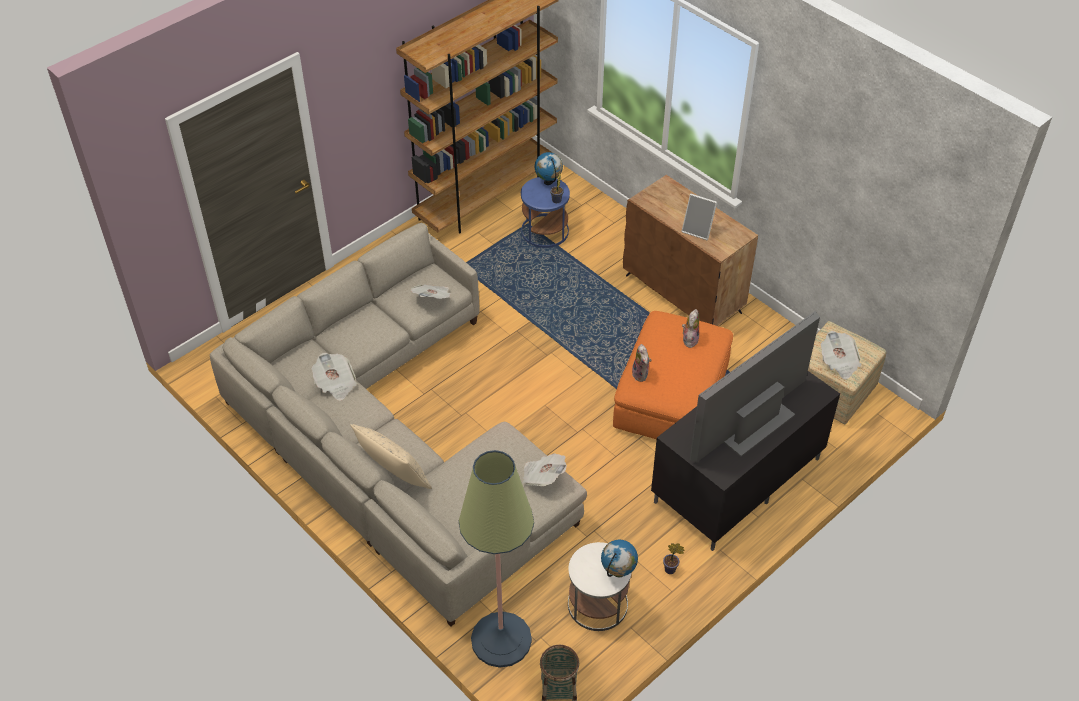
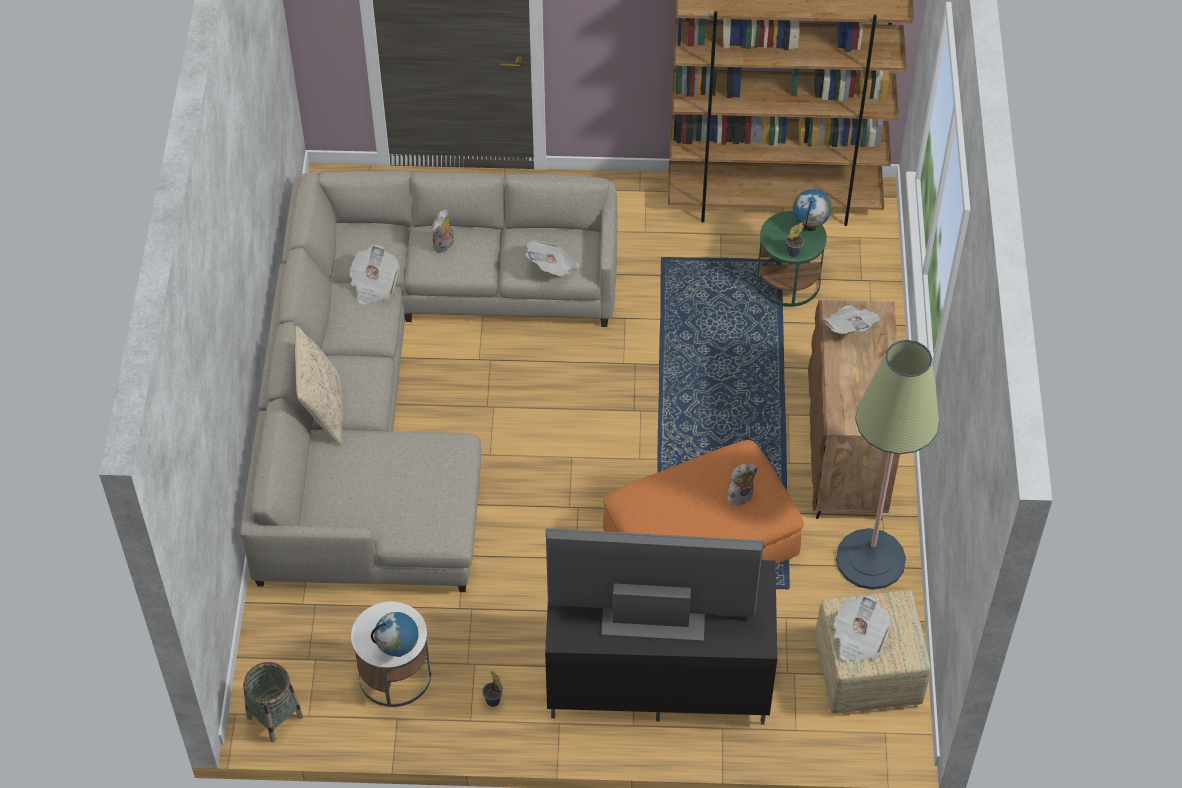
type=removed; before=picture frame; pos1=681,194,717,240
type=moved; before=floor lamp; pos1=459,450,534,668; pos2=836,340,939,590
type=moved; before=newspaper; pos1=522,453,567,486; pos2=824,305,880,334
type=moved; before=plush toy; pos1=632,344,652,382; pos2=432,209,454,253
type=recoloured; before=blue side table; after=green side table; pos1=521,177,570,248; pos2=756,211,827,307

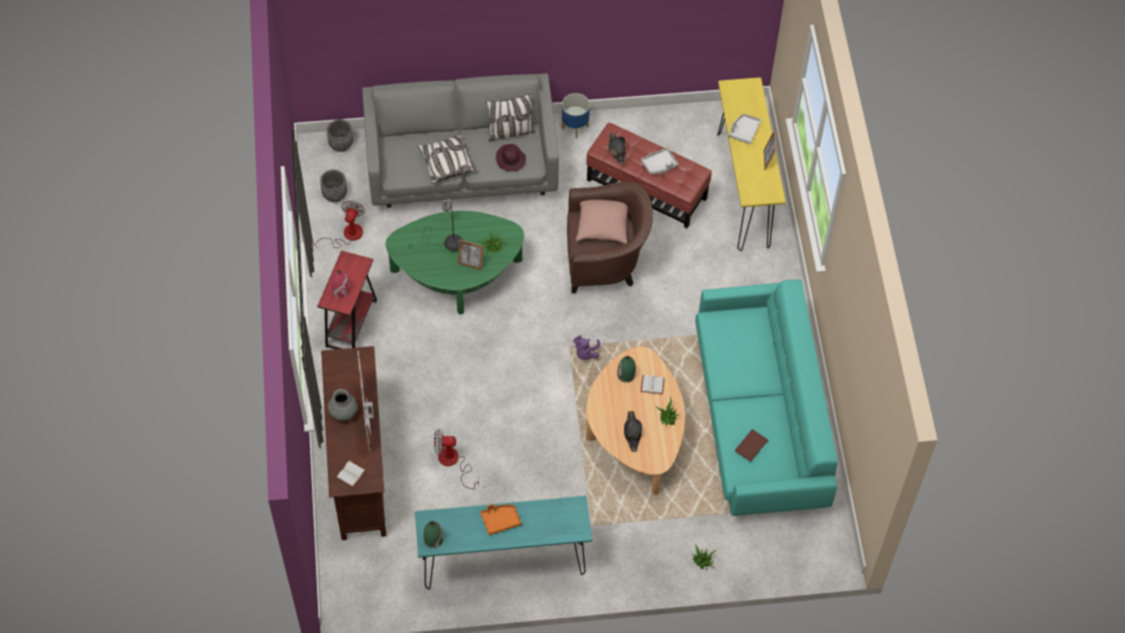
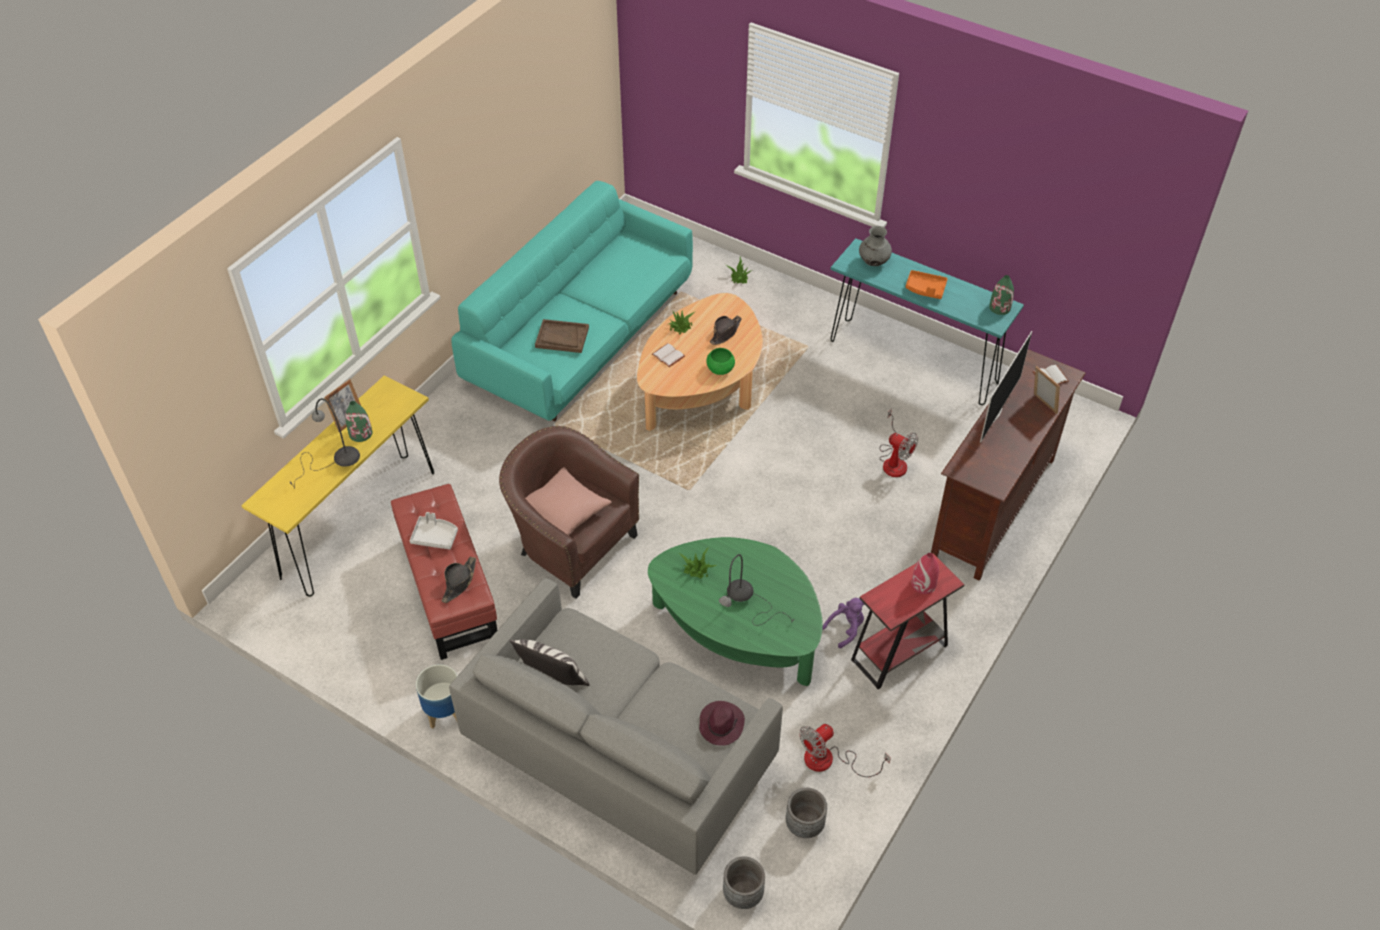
type=removed; before=pillow; pos1=418,134,477,184
type=removed; before=brown book; pos1=735,429,768,462
type=added; after=brown tray; pos2=535,319,589,353
type=added; after=green bowl; pos2=706,348,735,375
type=moved; before=grey vase; pos1=328,389,358,421; pos2=859,226,892,266
type=moved; before=picture frame; pos1=458,239,483,270; pos2=1034,366,1060,414
type=moved; before=purple hat; pos1=496,144,526,172; pos2=699,701,745,746
type=moved; before=purple plush toy; pos1=573,335,600,360; pos2=822,598,865,648
type=moved; before=green vase; pos1=617,356,636,383; pos2=345,401,372,442
type=replaced; before=grey tray; after=grey table lamp; pos1=729,114,761,144; pos2=289,398,360,488

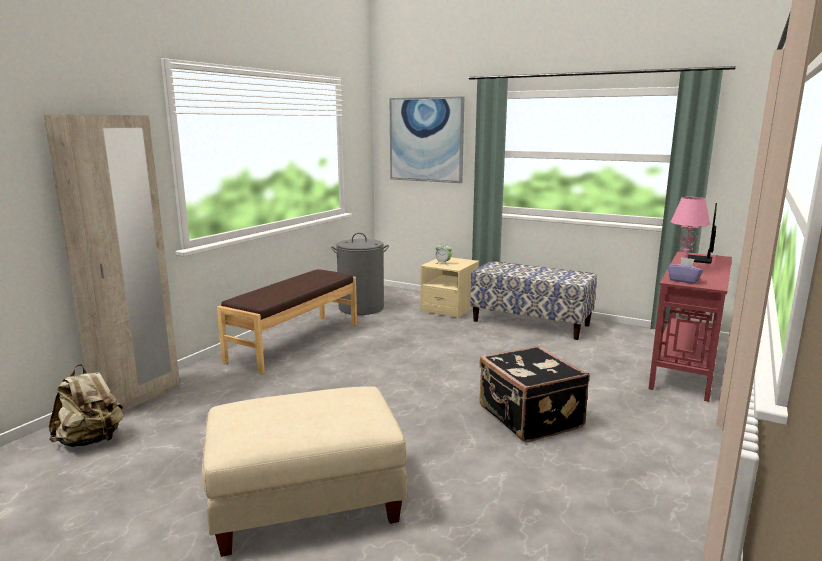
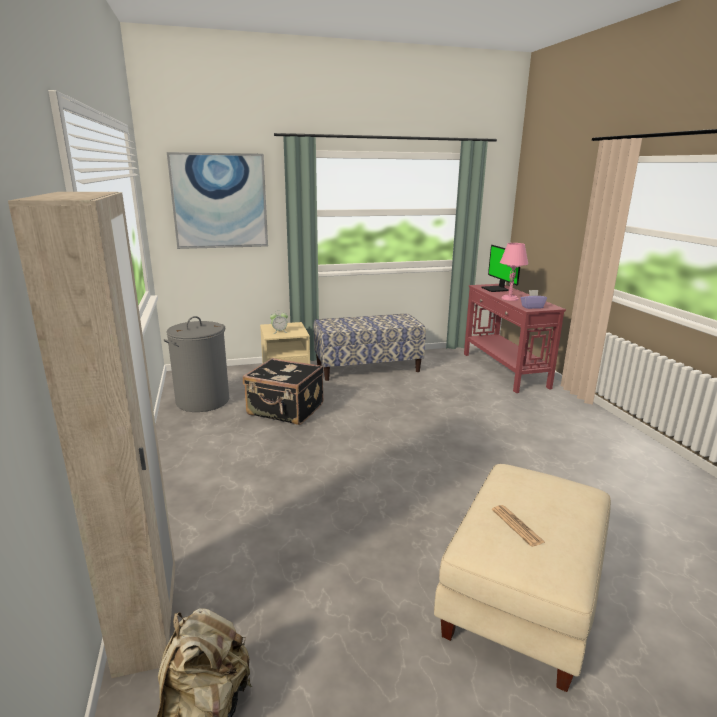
type=removed; before=brown bench; pos1=217,269,357,374
type=added; after=newspaper; pos2=492,505,545,547
type=moved; before=black suitcase; pos1=479,346,590,442; pos2=243,358,324,425

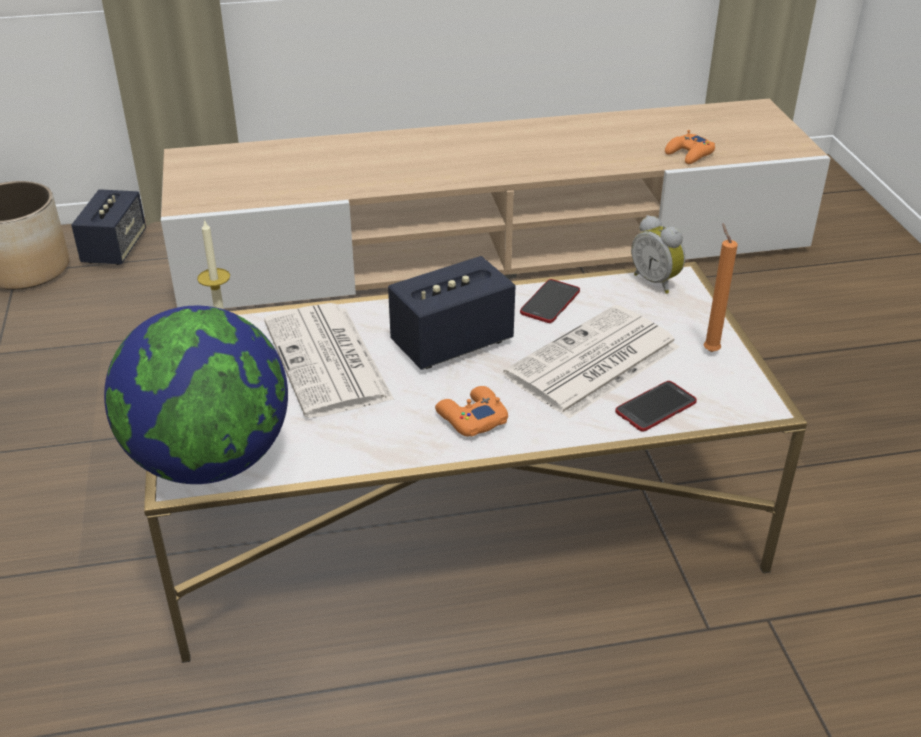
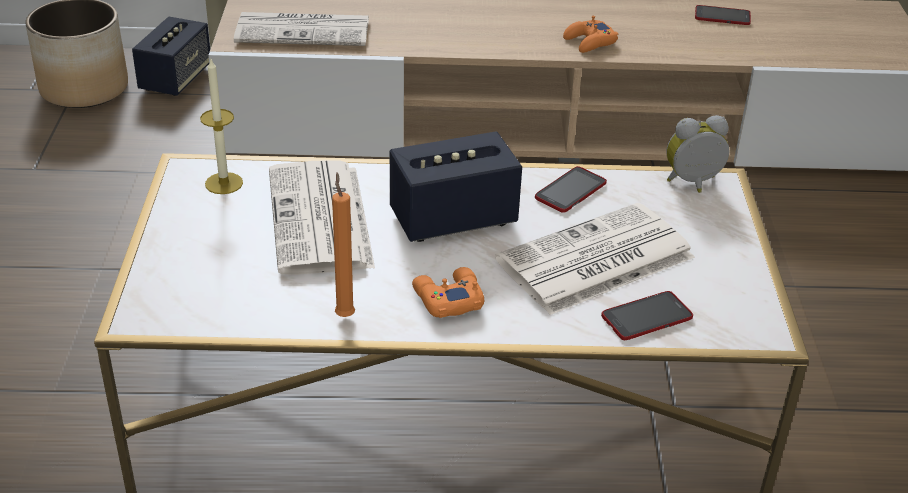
type=removed; before=globe; pos1=104,306,288,484
type=added; after=newspaper; pos2=234,12,369,46
type=added; after=phone; pos2=695,5,751,25
type=moved; before=orange game controller; pos1=665,130,715,164; pos2=563,16,618,53
type=moved; before=orange candle; pos1=704,223,738,352; pos2=332,172,355,317
type=turned; before=alarm clock; pos1=631,215,685,294; pos2=666,115,730,193; turn=105

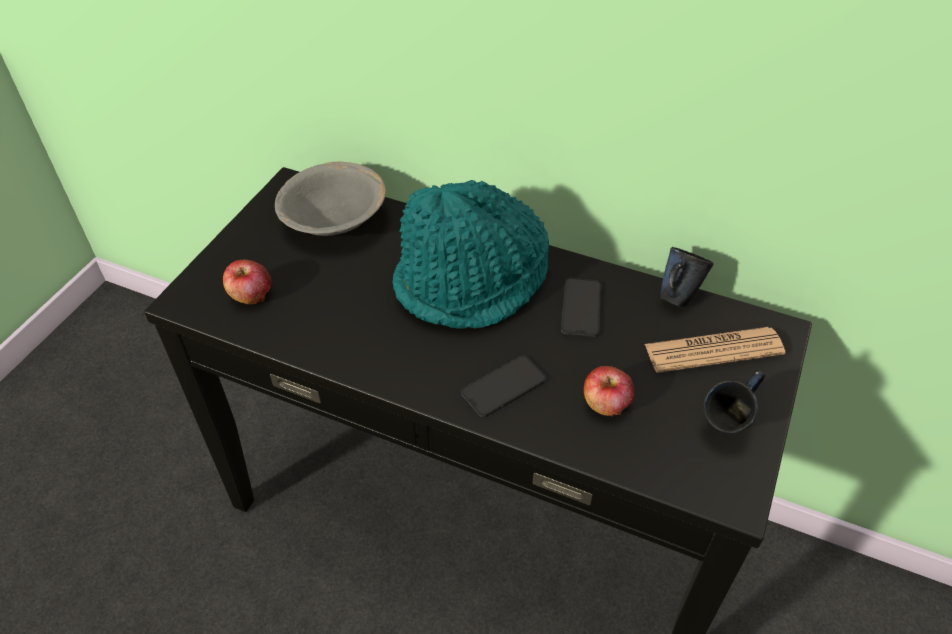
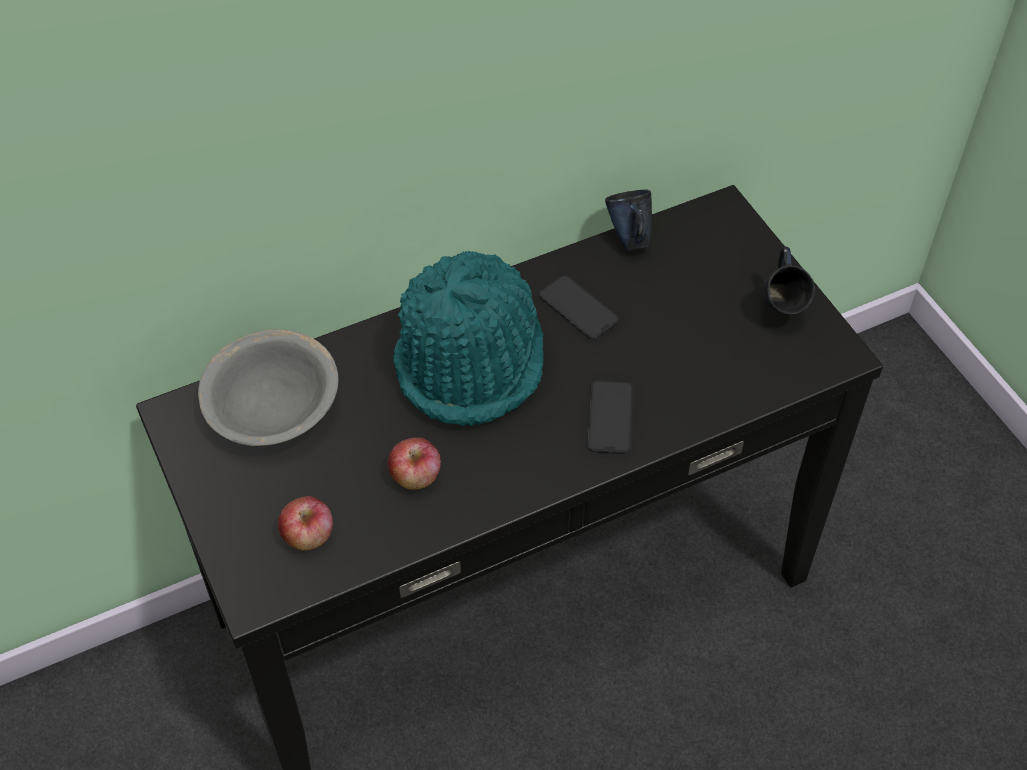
type=removed; before=newspaper; pos1=645,327,785,373
type=moved; before=apple; pos1=584,366,635,416; pos2=388,437,441,490

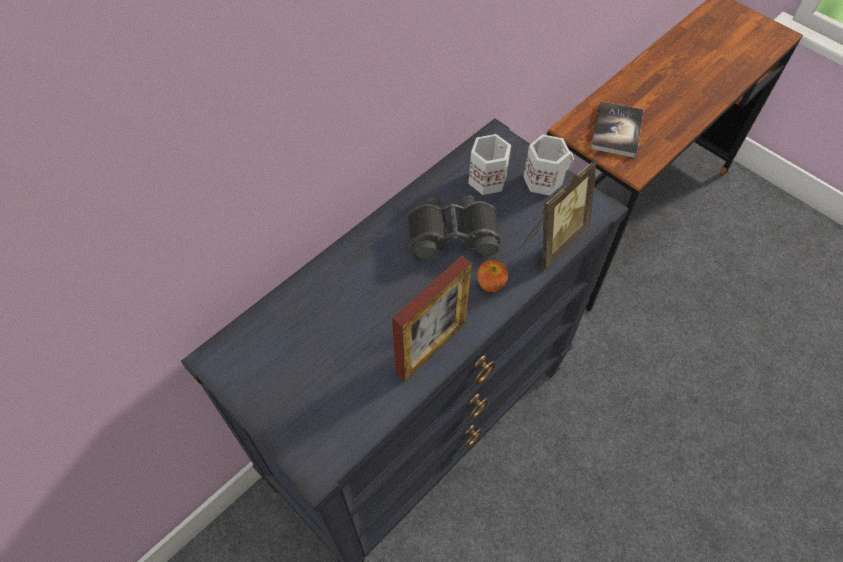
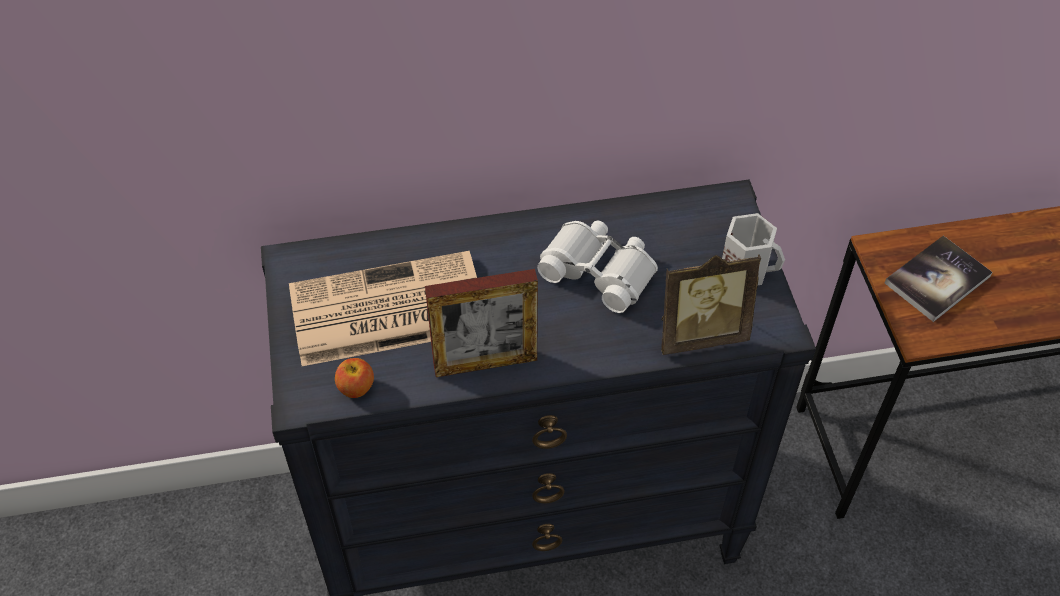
type=removed; before=white mug; pos1=468,134,511,195
type=added; after=newspaper; pos2=289,251,477,366
type=moved; before=apple; pos1=477,260,508,292; pos2=335,358,374,398
type=recoloured; before=black binoculars; after=white binoculars; pos1=407,195,501,261; pos2=537,220,658,313

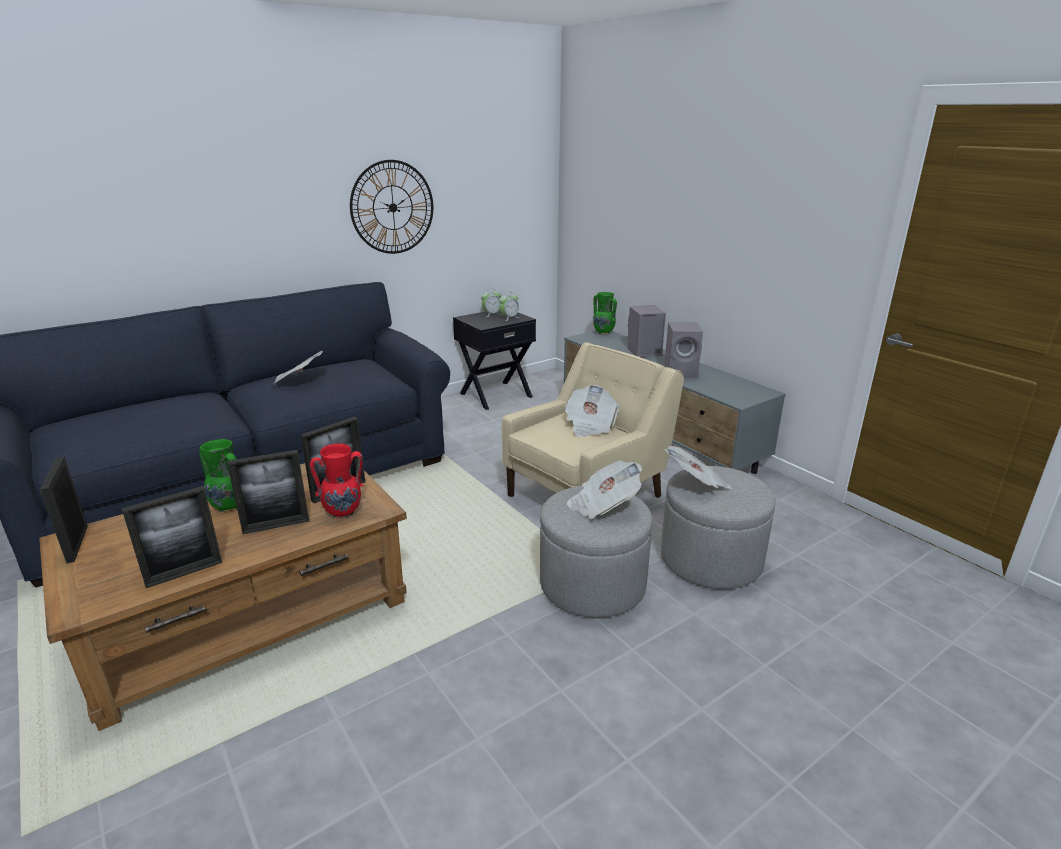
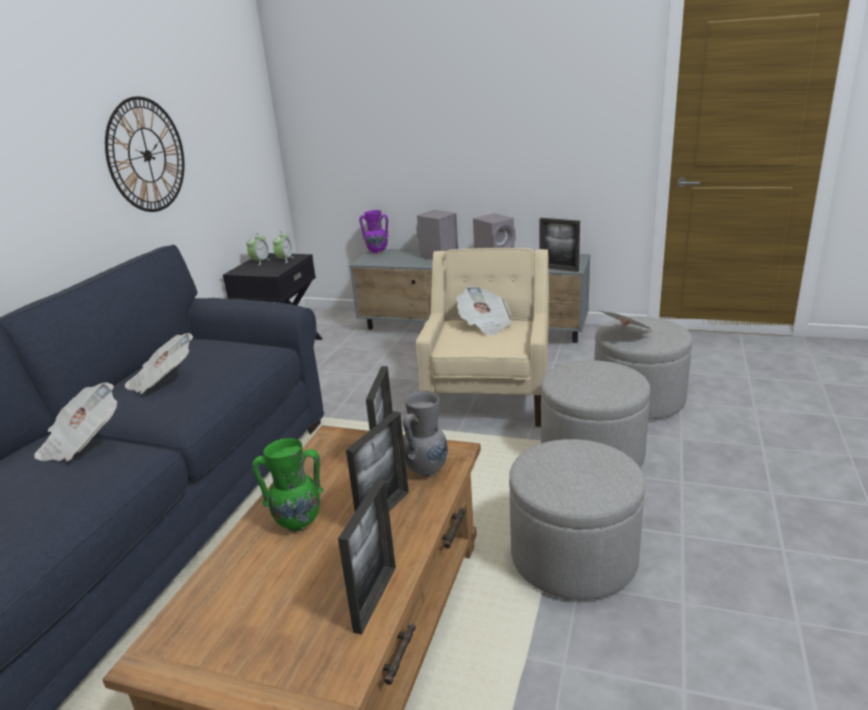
type=added; after=grey ottoman; pos2=509,439,645,600
type=moved; before=picture frame; pos1=40,457,88,564; pos2=540,218,580,272
type=moved; before=newspaper; pos1=567,460,643,519; pos2=34,382,117,461
type=recoloured; before=red vase; after=grey vase; pos1=310,443,364,518; pos2=403,391,448,477
type=recoloured; before=green vase; after=purple vase; pos1=593,292,617,334; pos2=359,210,389,254

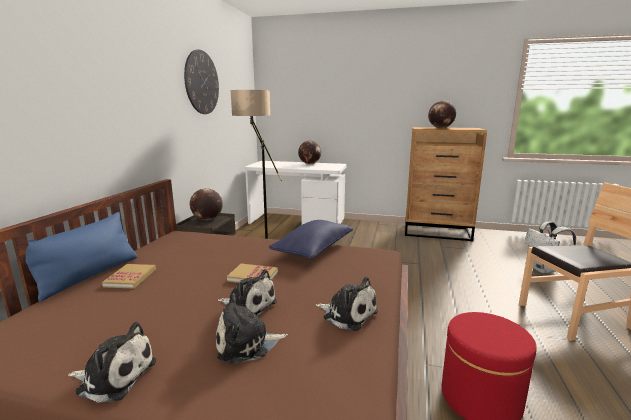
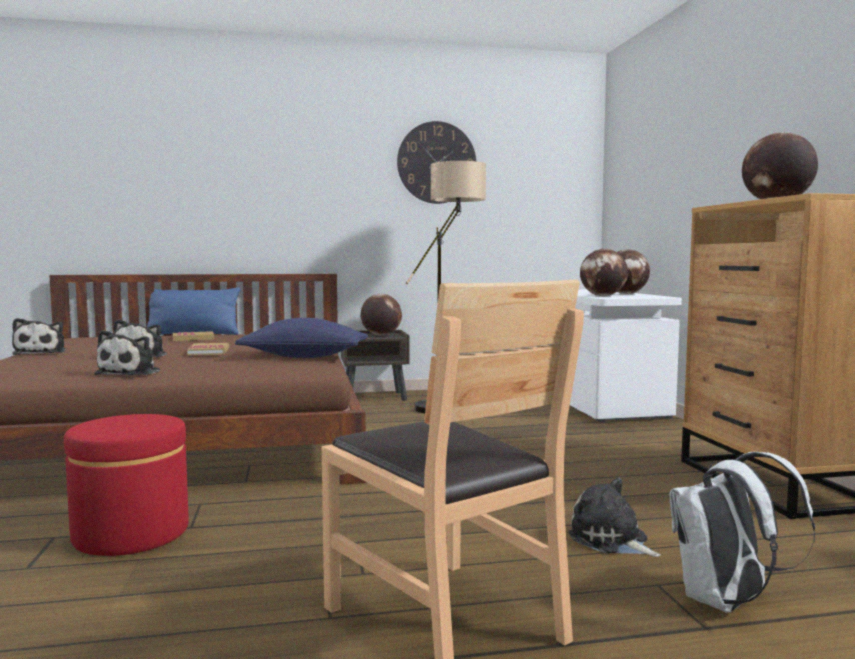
type=added; after=globe; pos2=580,249,628,296
type=moved; before=plush toy; pos1=216,293,288,364; pos2=568,478,661,557

